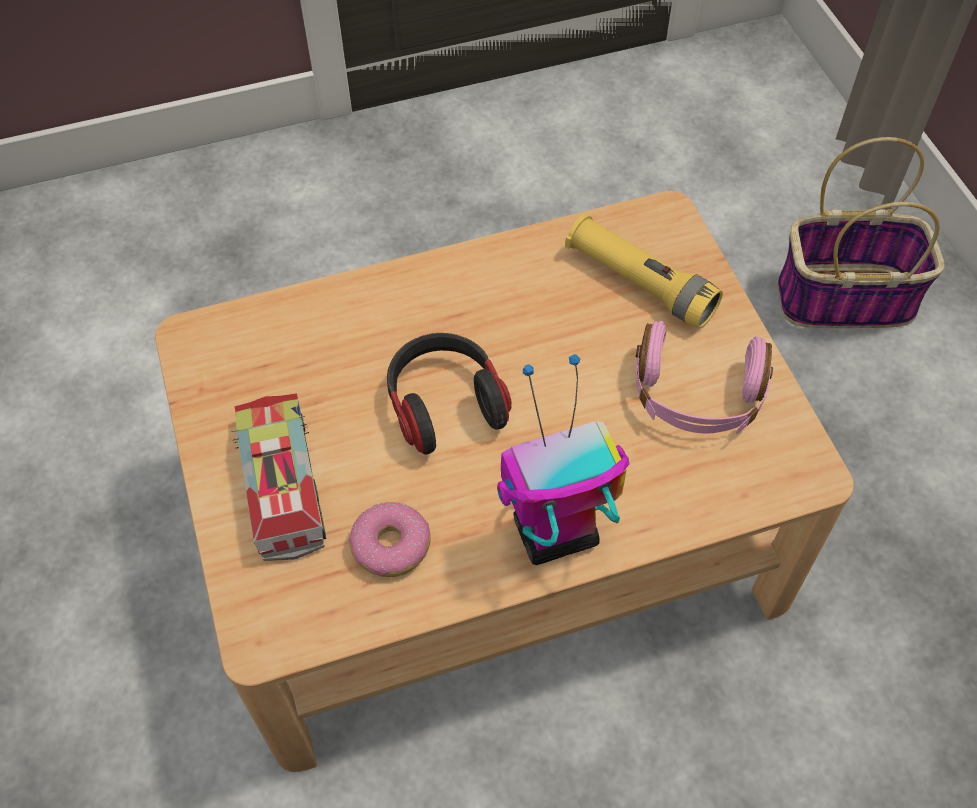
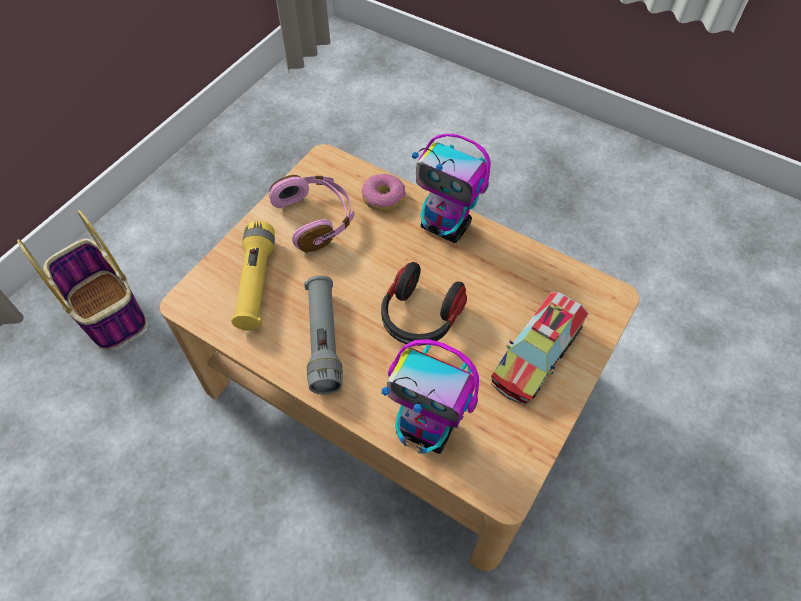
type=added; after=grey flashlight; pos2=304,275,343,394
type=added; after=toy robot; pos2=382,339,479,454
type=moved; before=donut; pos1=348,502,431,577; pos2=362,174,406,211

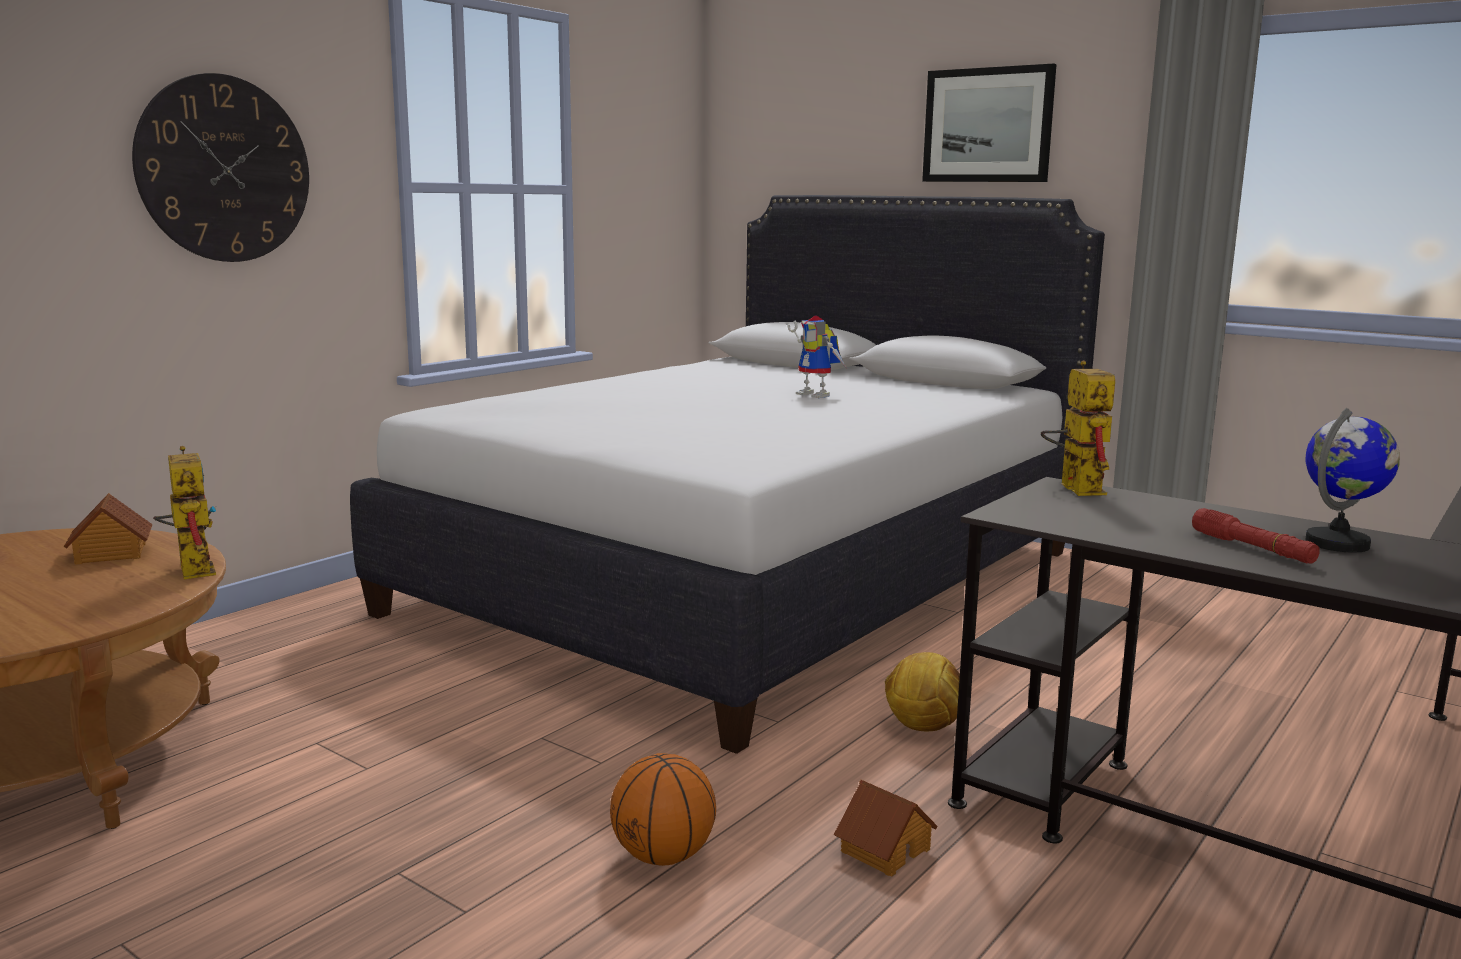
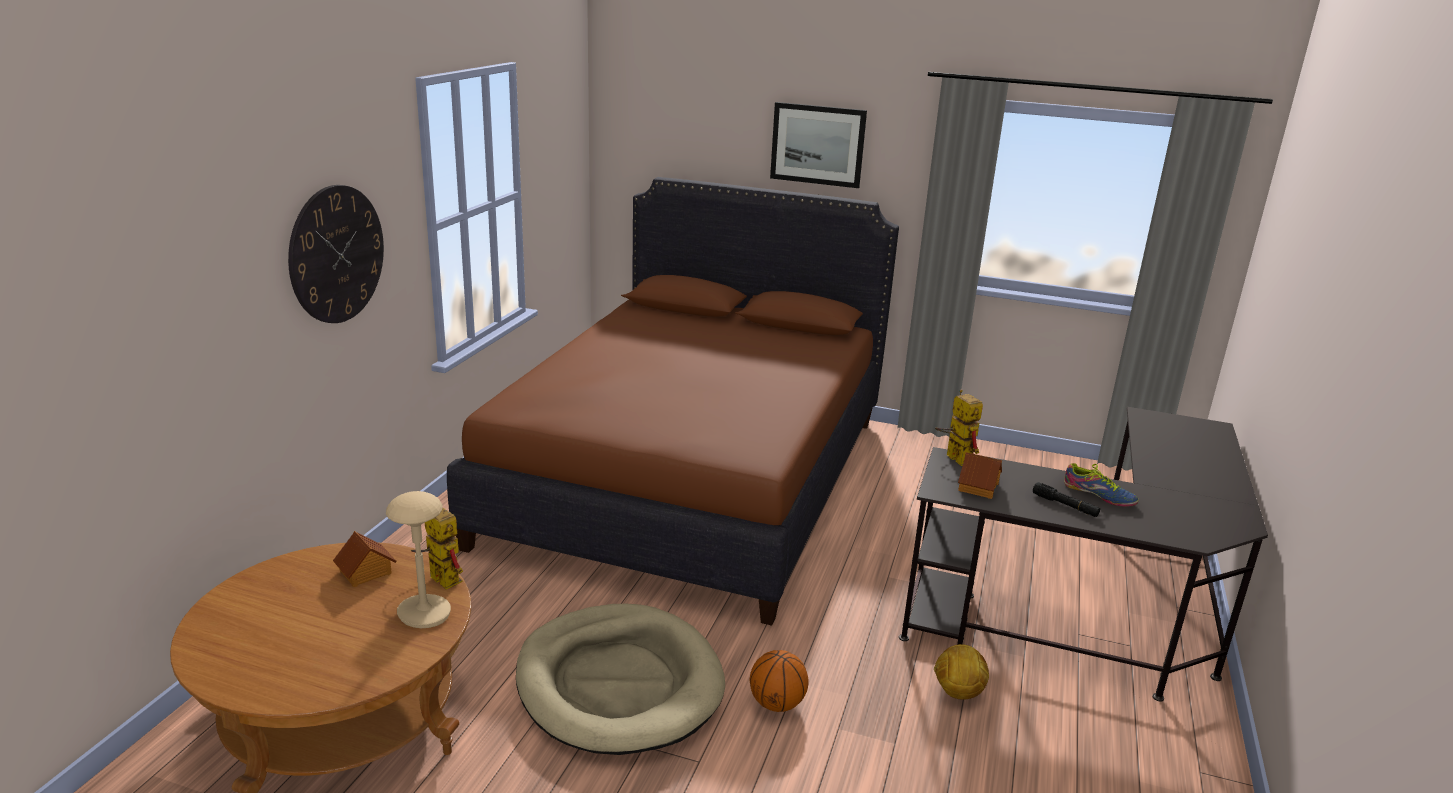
type=removed; before=toy robot; pos1=787,316,846,398
type=added; after=beige table lamp; pos2=386,491,451,628
type=added; after=beige dog bed; pos2=516,604,725,755
type=moved; before=toy house; pos1=834,780,937,876; pos2=958,452,1002,499
type=moved; before=football; pos1=885,652,960,731; pos2=934,644,989,700
type=replaced; before=globe; after=shoe; pos1=1305,408,1400,553; pos2=1064,463,1139,507
type=recoloured; before=white bed; after=brown bed; pos1=350,195,1105,754; pos2=447,177,899,626
type=recoloured; before=red flashlight; after=black flashlight; pos1=1192,508,1320,563; pos2=1033,482,1100,517

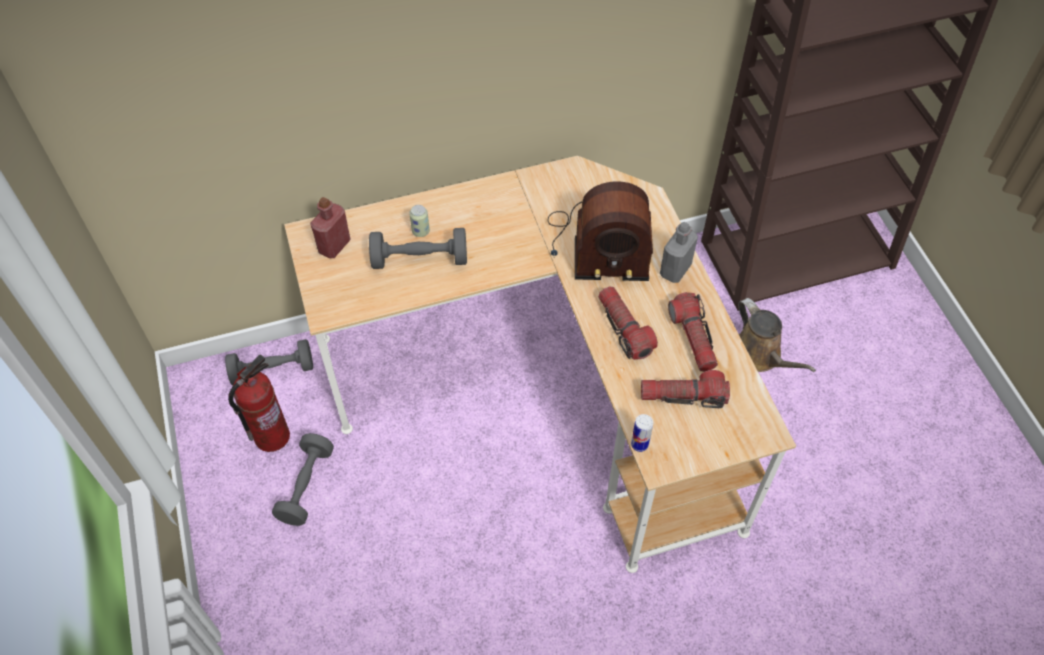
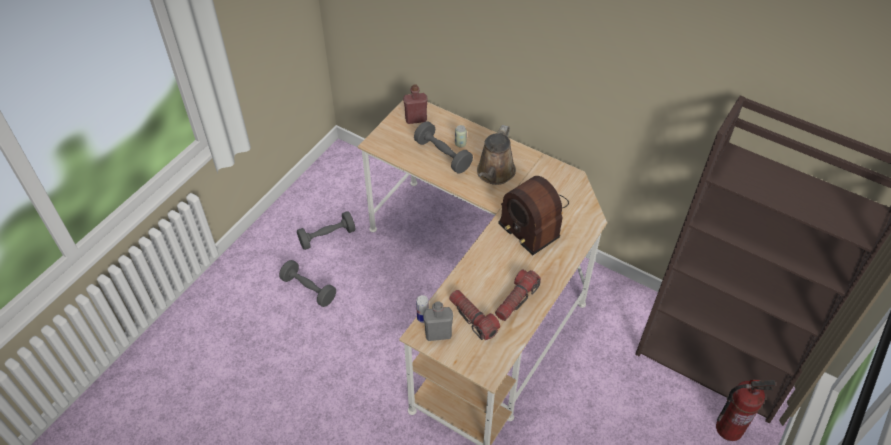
type=removed; before=flashlight; pos1=598,286,658,360
type=moved; before=grey dumbbell; pos1=225,339,313,385; pos2=279,260,336,307
type=moved; before=fire extinguisher; pos1=228,354,290,452; pos2=716,380,776,441
type=moved; before=grey bottle; pos1=660,222,698,283; pos2=423,301,453,341
type=moved; before=brown watering can; pos1=738,298,816,372; pos2=477,125,516,185

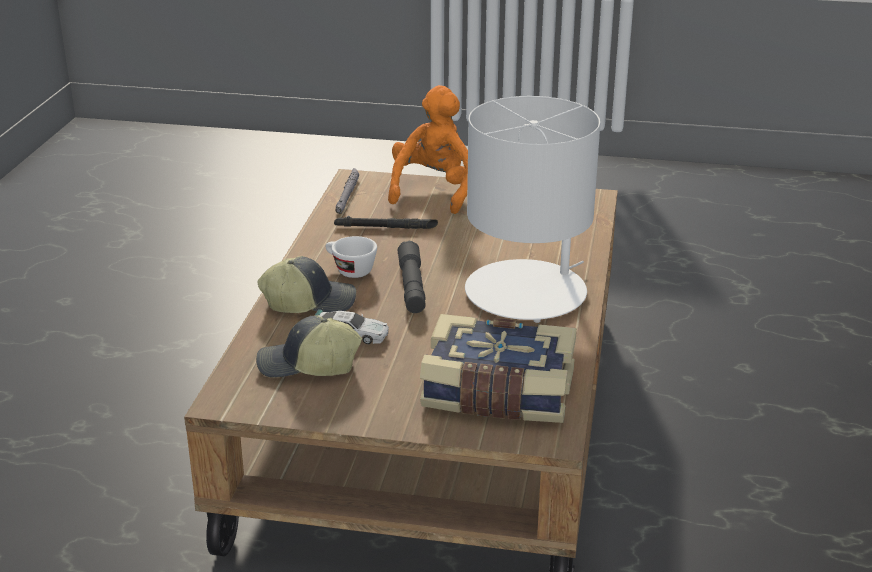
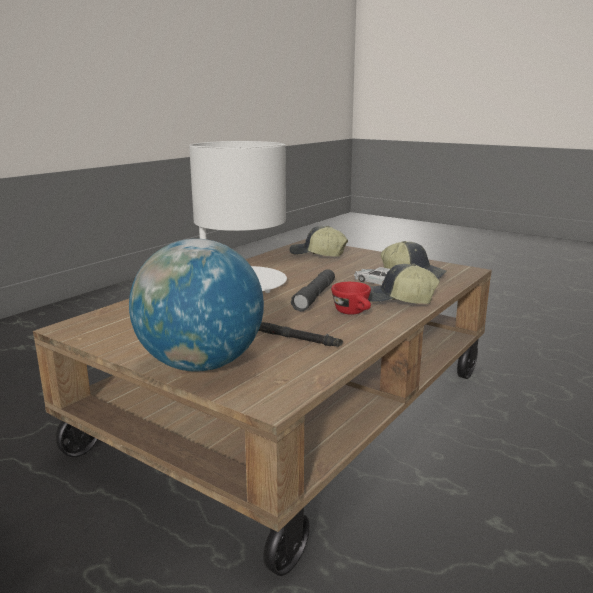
type=removed; before=grey flashlight; pos1=336,168,359,214
type=replaced; before=orange plush toy; after=globe; pos1=388,85,468,214; pos2=129,239,264,372
type=replaced; before=book; after=cap; pos1=420,314,577,423; pos2=289,226,348,257
type=recoloured; before=white cup; after=red cup; pos1=325,236,377,278; pos2=331,282,371,314

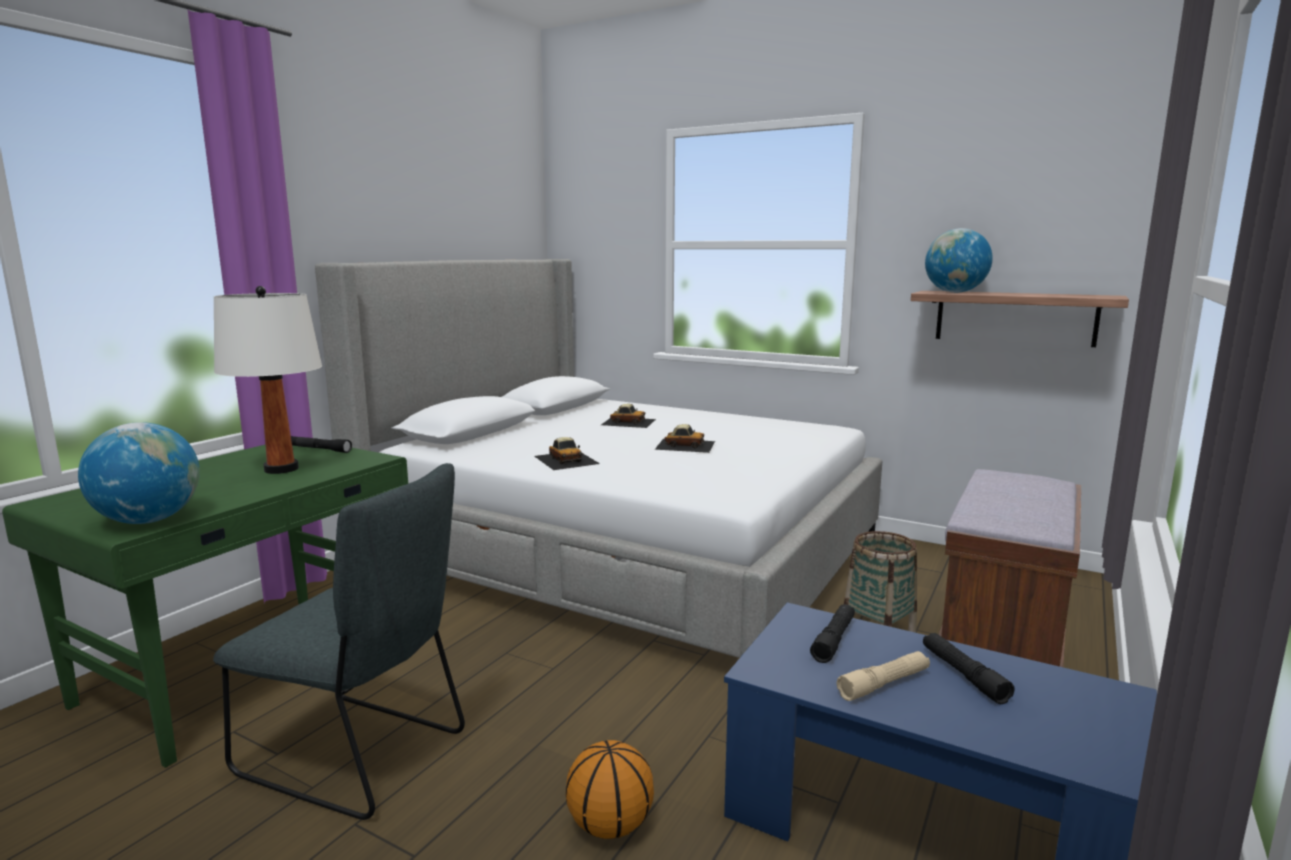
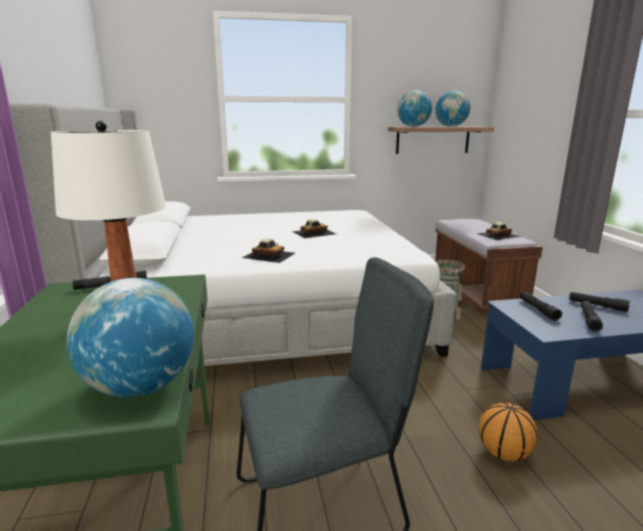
type=added; after=globe; pos2=435,91,470,127
type=moved; before=toy car; pos1=601,404,656,428; pos2=477,222,522,240
type=recoloured; before=beige flashlight; after=black flashlight; pos1=837,651,930,701; pos2=581,301,603,332

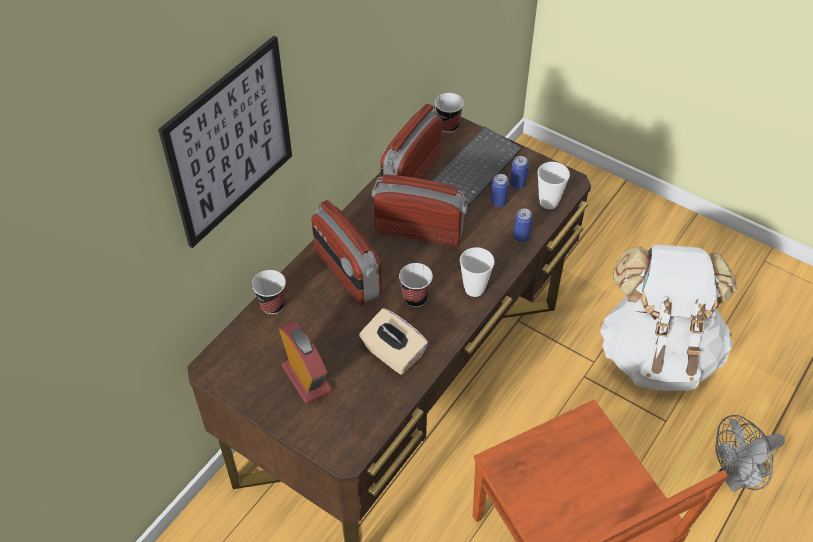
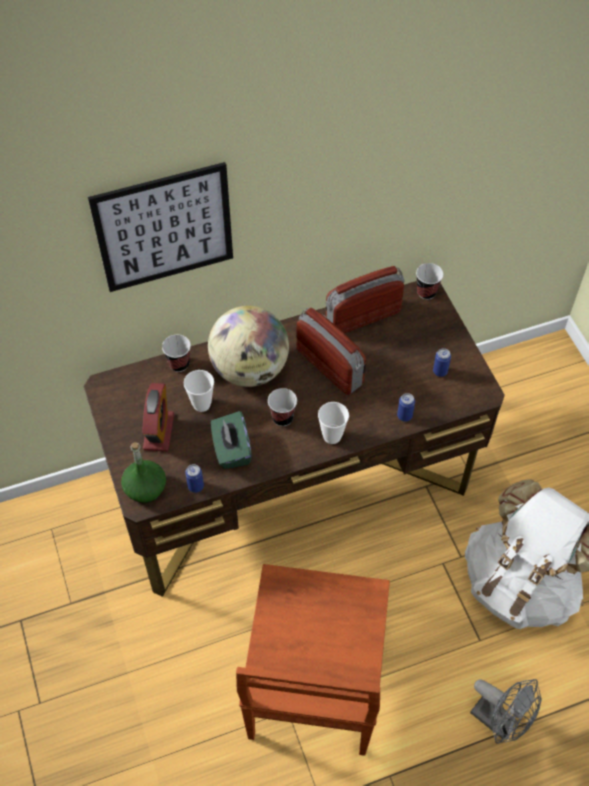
type=removed; before=keyboard; pos1=432,127,522,206
type=added; after=green bottle; pos2=121,443,166,503
type=moved; before=can; pos1=491,174,509,207; pos2=185,464,204,493
type=moved; before=cup; pos1=537,162,570,209; pos2=184,370,214,412
type=replaced; before=radio; after=globe; pos1=311,200,382,305; pos2=208,306,289,387
type=recoloured; before=beige tissue box; after=green tissue box; pos1=359,308,428,375; pos2=211,411,252,469
type=turned; before=grey fan; pos1=715,415,785,492; pos2=470,679,542,743; turn=-150

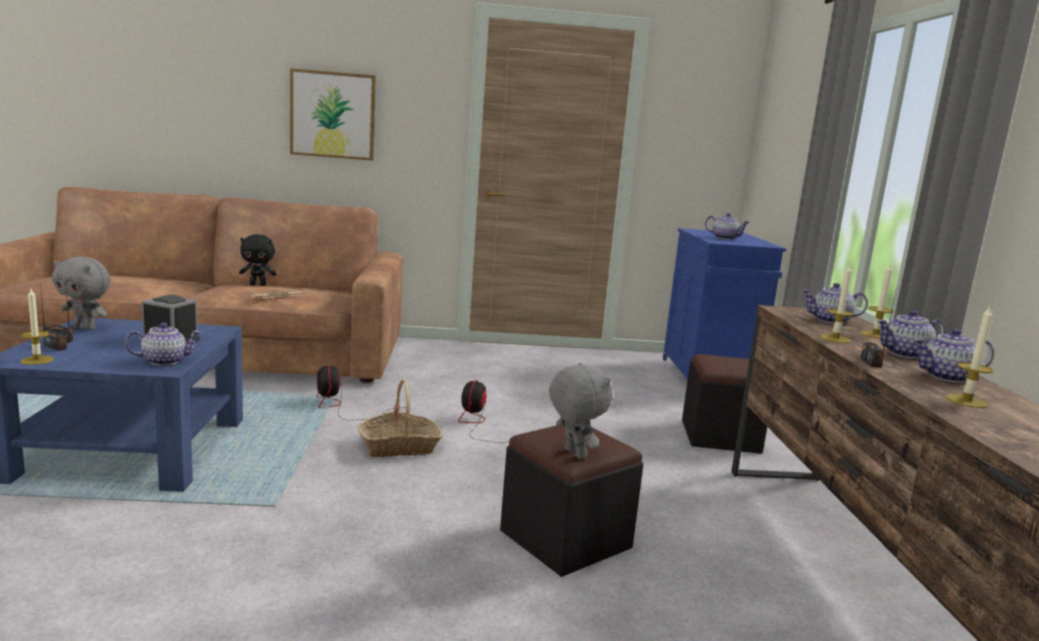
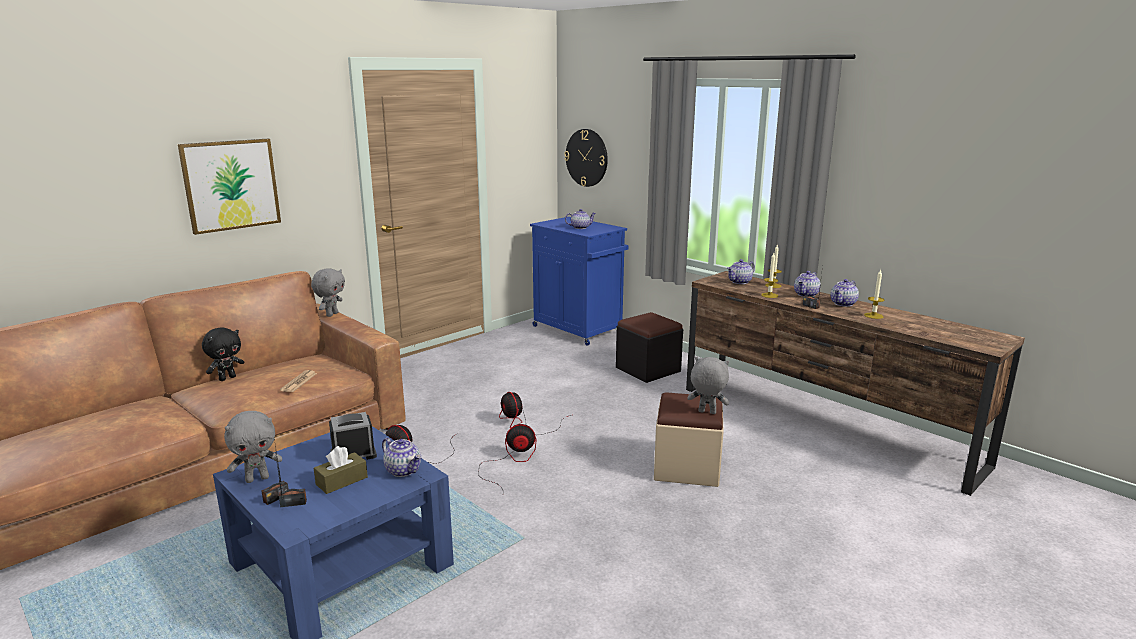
type=removed; before=candle; pos1=21,289,54,365
type=added; after=grey plush toy; pos2=311,268,345,317
type=added; after=brown tissue box; pos2=314,446,368,494
type=added; after=wall clock; pos2=564,129,608,187
type=replaced; before=basket; after=fan; pos1=358,379,443,457; pos2=478,424,537,490
type=recoloured; before=black ottoman; after=beige ottoman; pos1=500,425,643,577; pos2=654,392,724,487
type=turned; before=teapot; pos1=125,322,201,366; pos2=382,438,422,477; turn=105

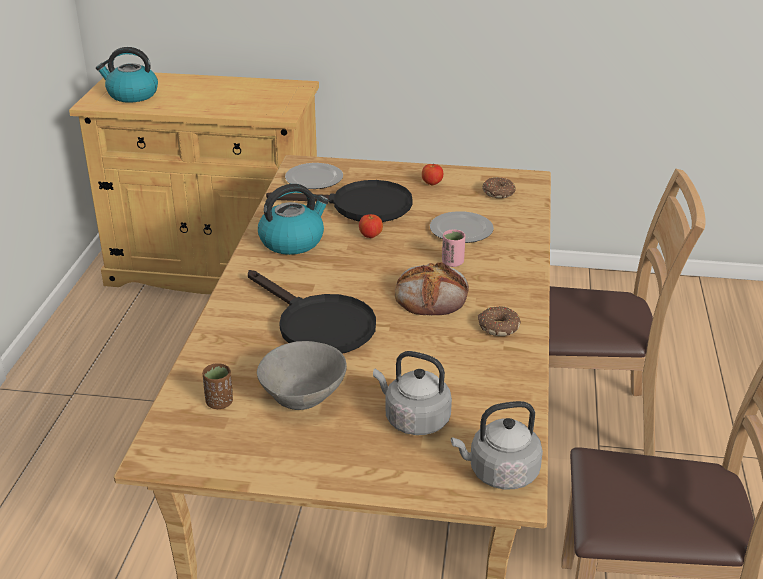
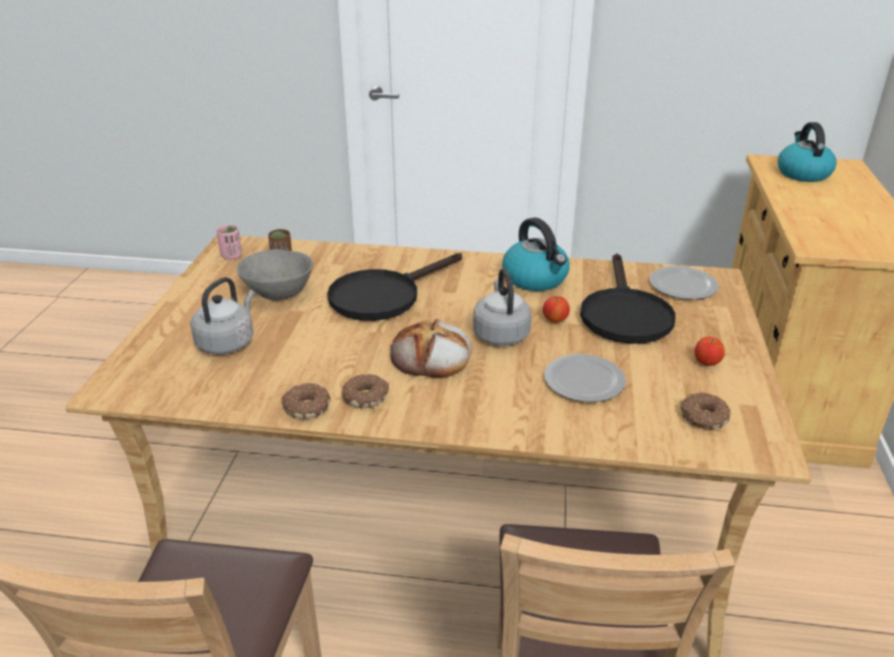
type=added; after=donut; pos2=281,383,331,419
type=moved; before=pink cup; pos1=442,230,465,267; pos2=217,225,242,260
type=moved; before=grey kettle; pos1=451,401,543,489; pos2=473,268,532,346

